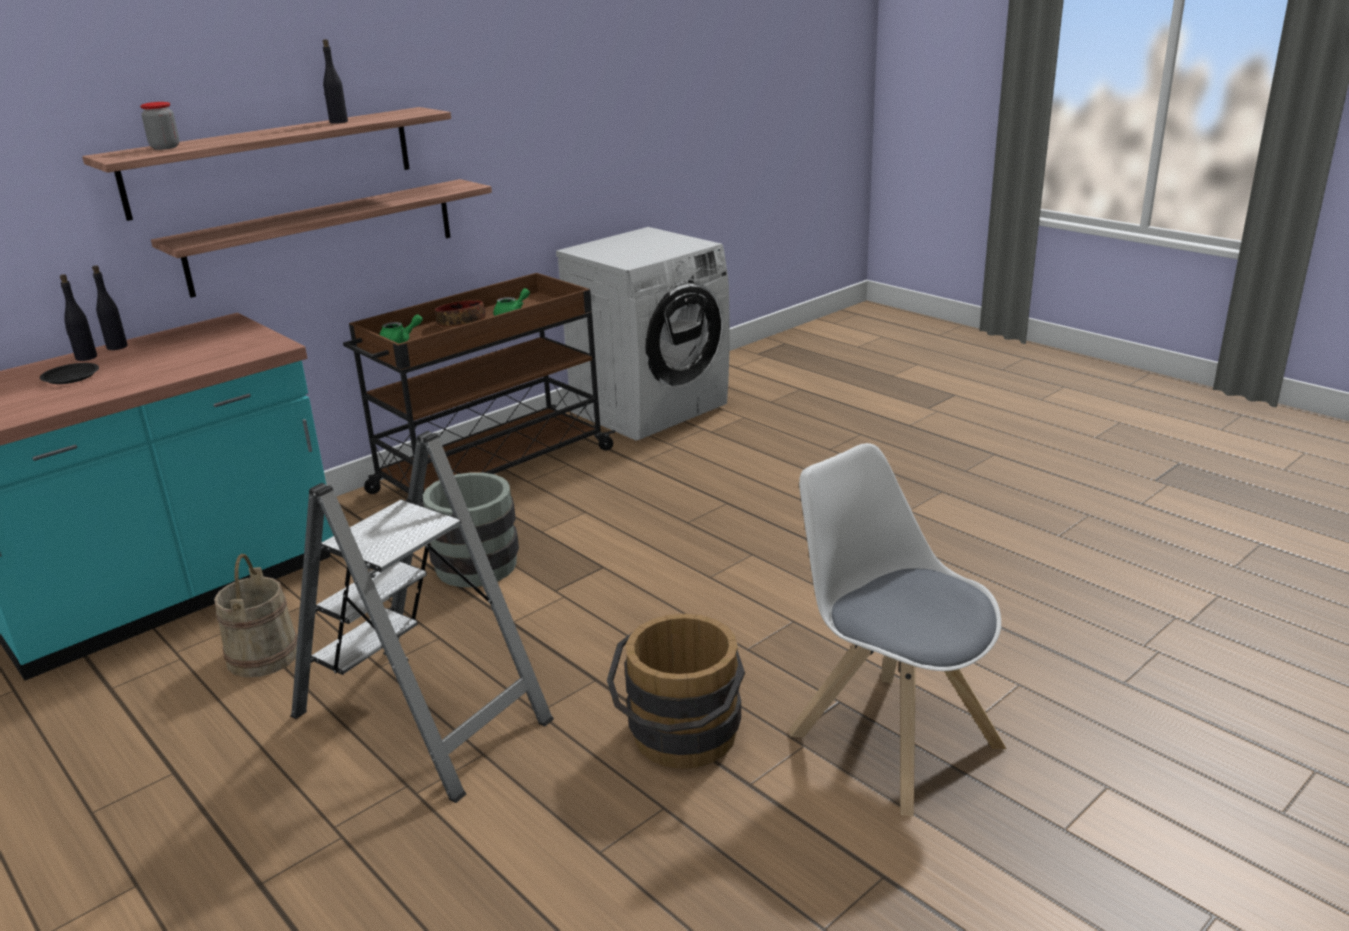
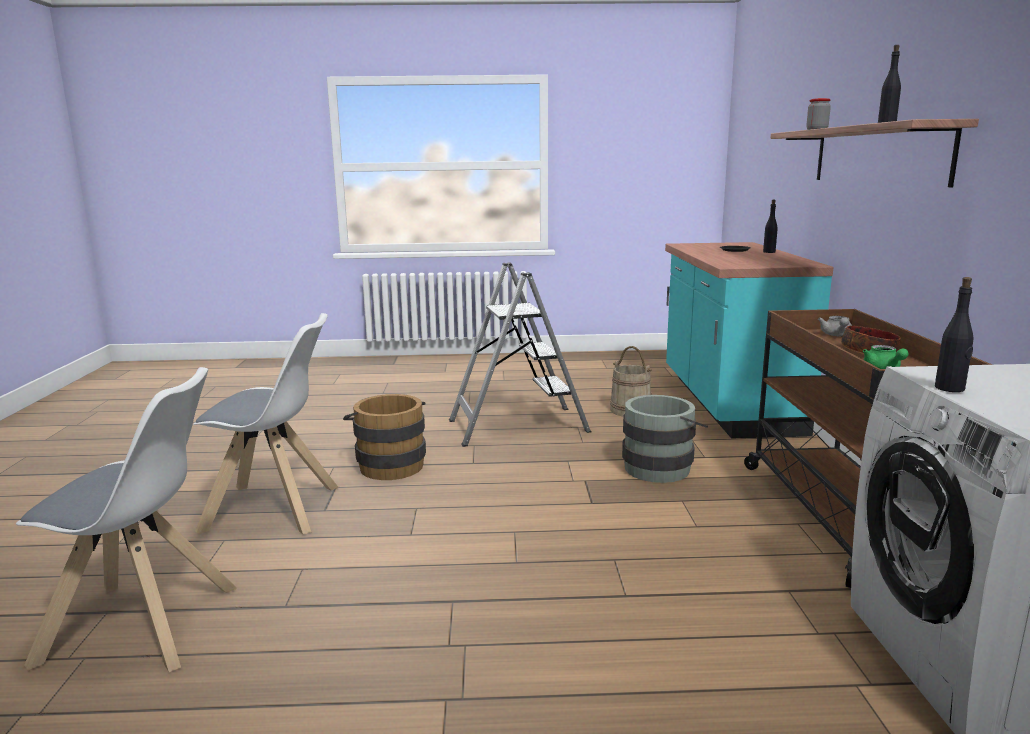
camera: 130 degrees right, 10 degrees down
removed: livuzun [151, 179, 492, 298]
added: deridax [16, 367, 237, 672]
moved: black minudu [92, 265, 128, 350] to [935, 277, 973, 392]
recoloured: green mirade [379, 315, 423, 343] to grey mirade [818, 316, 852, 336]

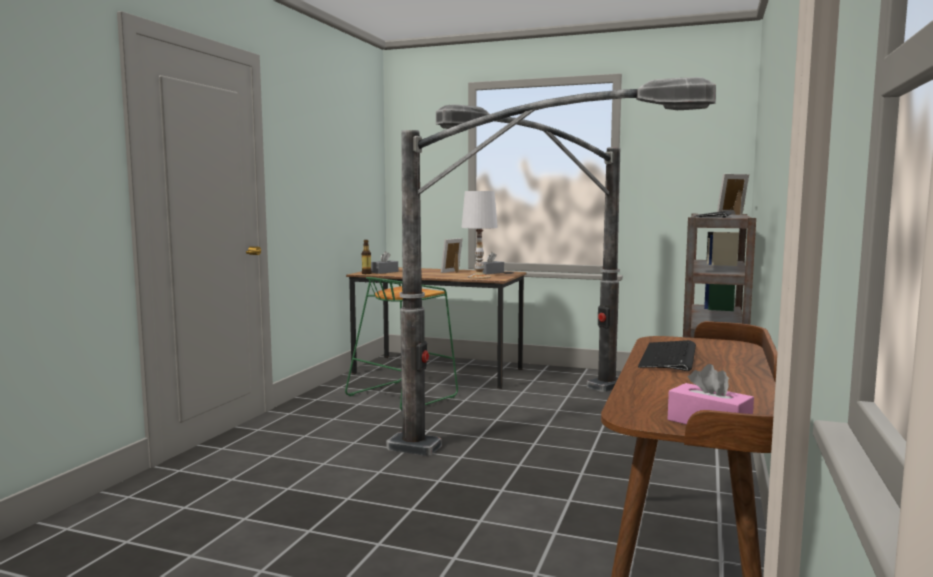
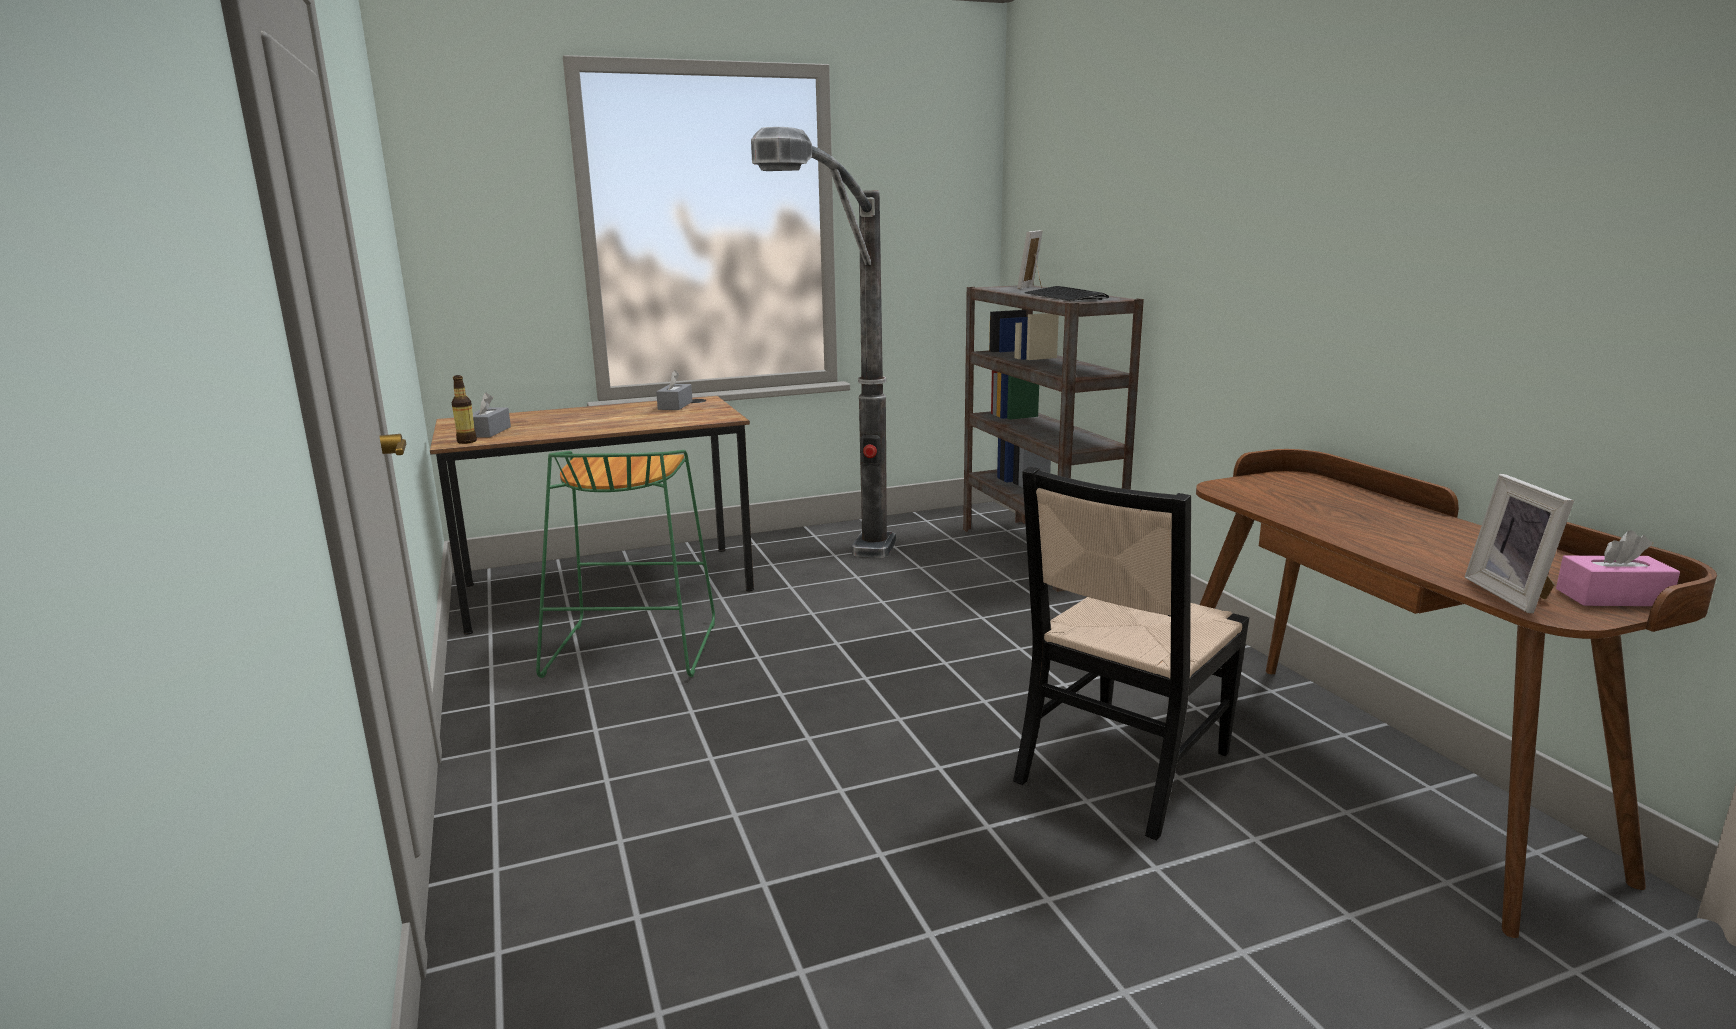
camera: 40 degrees left, 10 degrees up
removed: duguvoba [386, 77, 716, 456]; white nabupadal [461, 191, 498, 279]; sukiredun [638, 340, 696, 371]
added: deridax [1013, 467, 1249, 841]
moved: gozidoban [441, 238, 463, 273] to [1465, 474, 1574, 614]

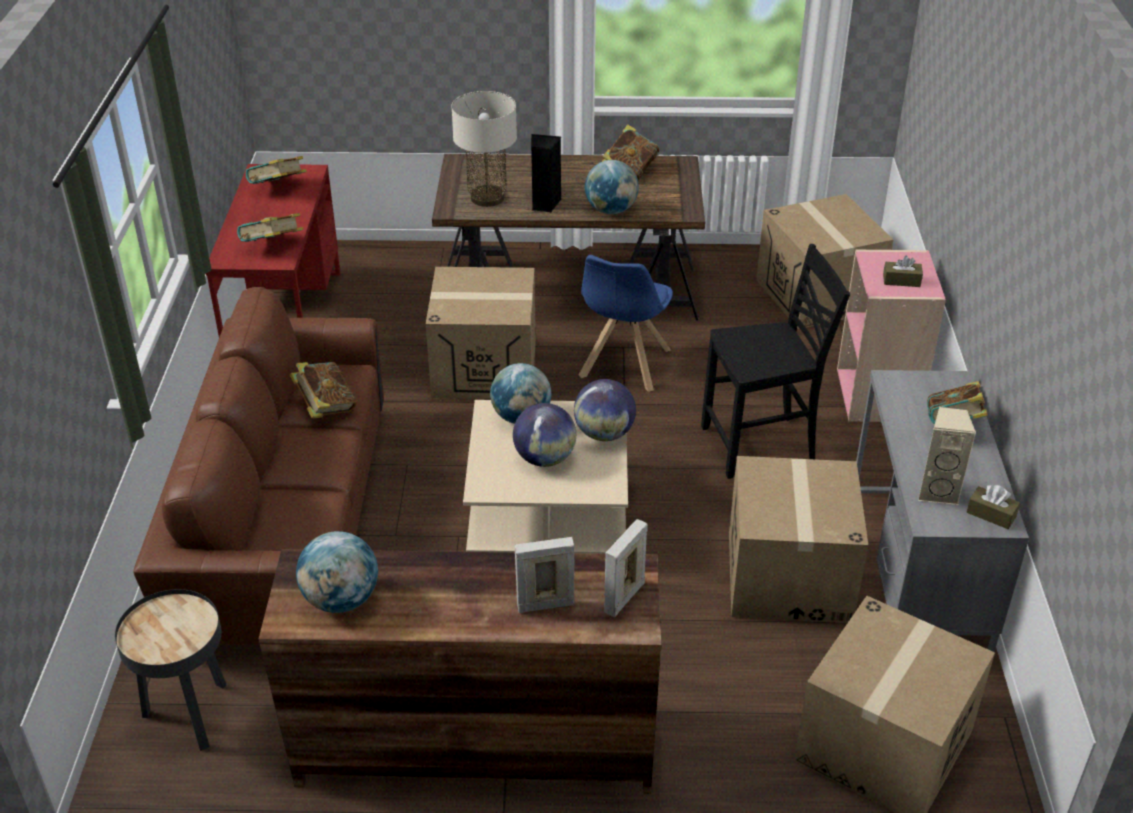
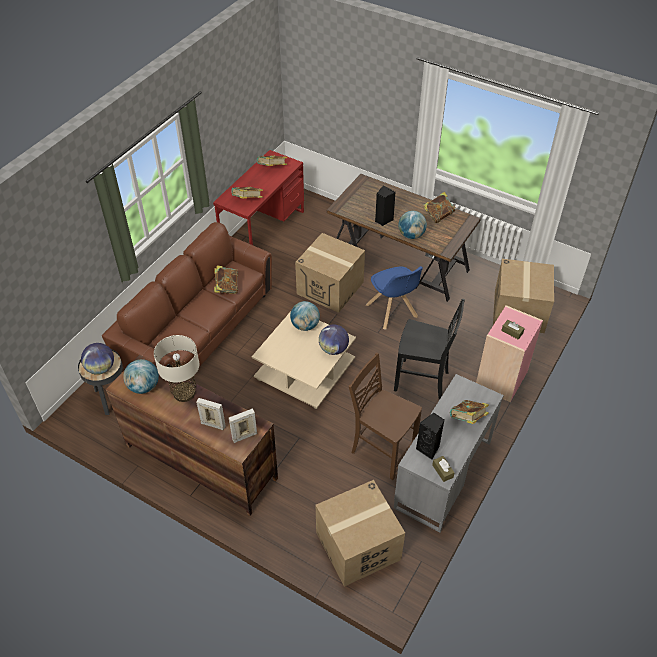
camera: 30 degrees right, 10 degrees up
moved: nabupadal [451, 91, 517, 207] to [154, 335, 199, 402]; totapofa [513, 403, 576, 467] to [81, 343, 114, 375]
replaced: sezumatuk [729, 456, 868, 623] to brown deridax [349, 353, 422, 480]
recoloured: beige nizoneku [918, 406, 976, 506] to black nizoneku [416, 413, 444, 460]
turned: blue deridax [579, 255, 673, 392] = [366, 266, 423, 330] 75 degrees counterclockwise

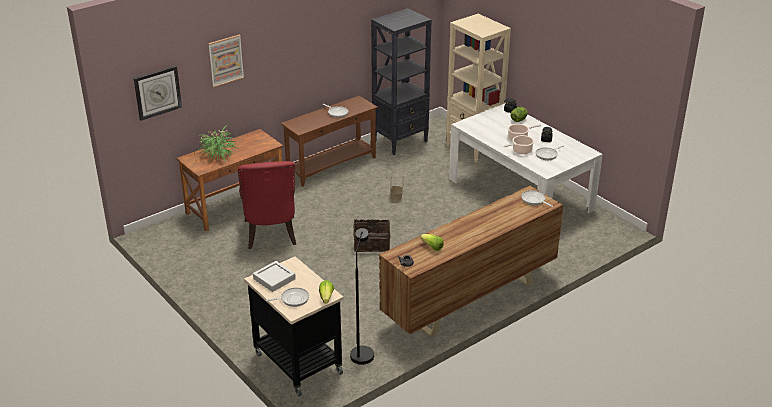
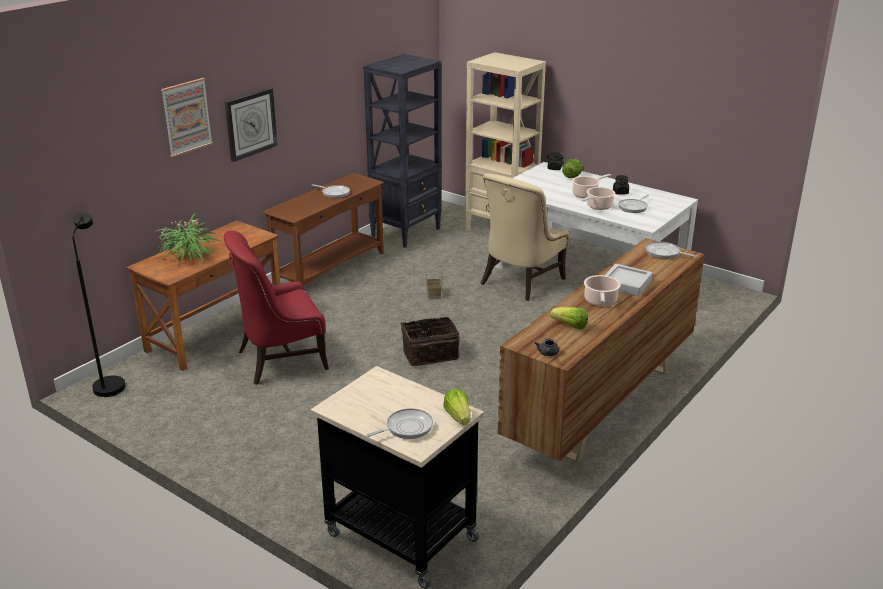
camera: 15 degrees left, 5 degrees down
added: beige deridax [480, 173, 570, 301]; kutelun [584, 275, 621, 307]
moved: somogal [134, 66, 182, 121] to [225, 88, 278, 162]; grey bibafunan [253, 261, 296, 292] to [605, 264, 653, 296]; black duguvoba [350, 228, 374, 365] to [72, 213, 125, 397]
turned: red deridax [238, 161, 296, 249] = [224, 230, 329, 385] 90 degrees clockwise

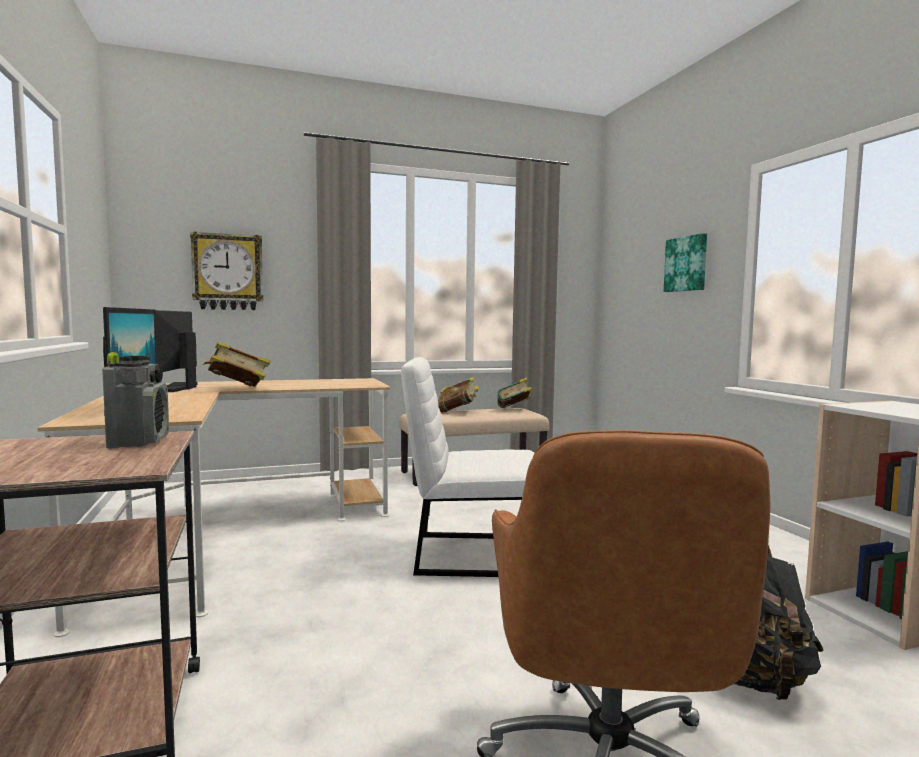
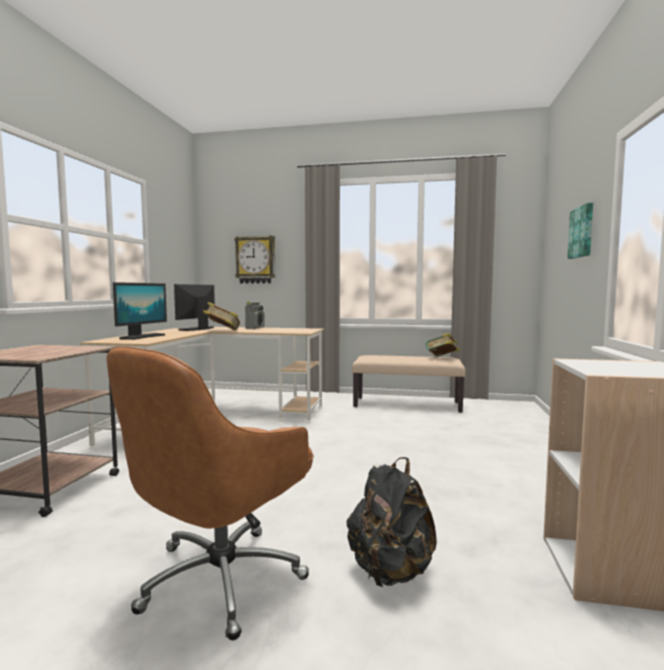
camera: 30 degrees right, 0 degrees up
removed: white deridax [401, 357, 534, 577]; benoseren [438, 377, 479, 413]
moved: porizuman [102, 352, 169, 449] to [245, 301, 265, 329]

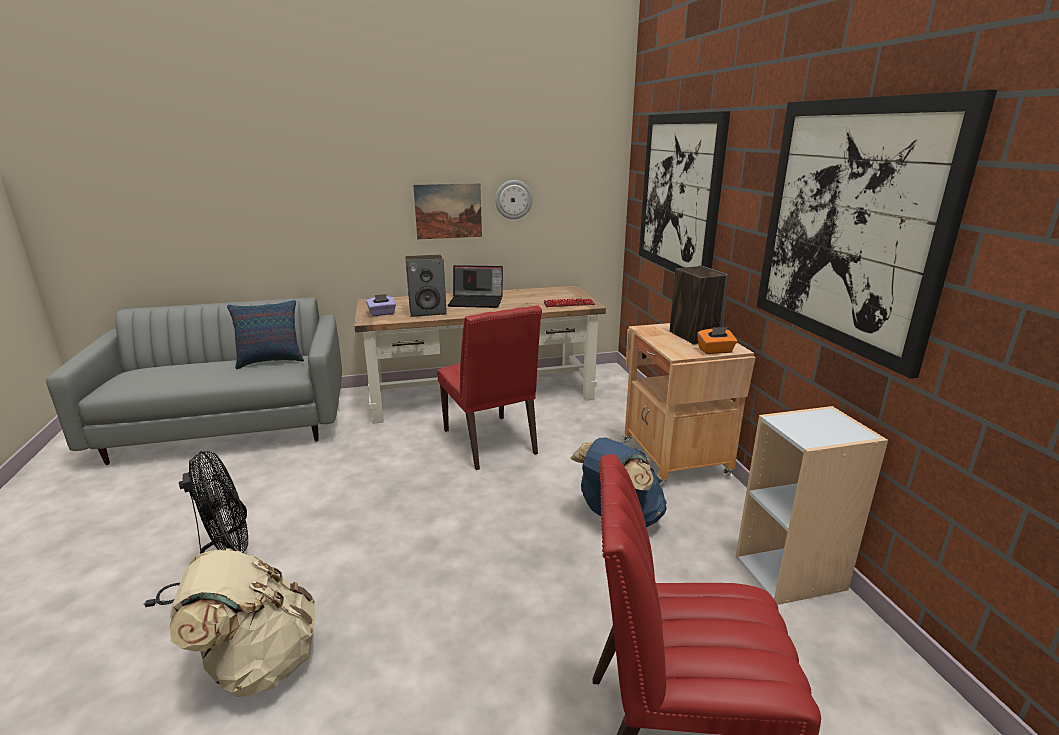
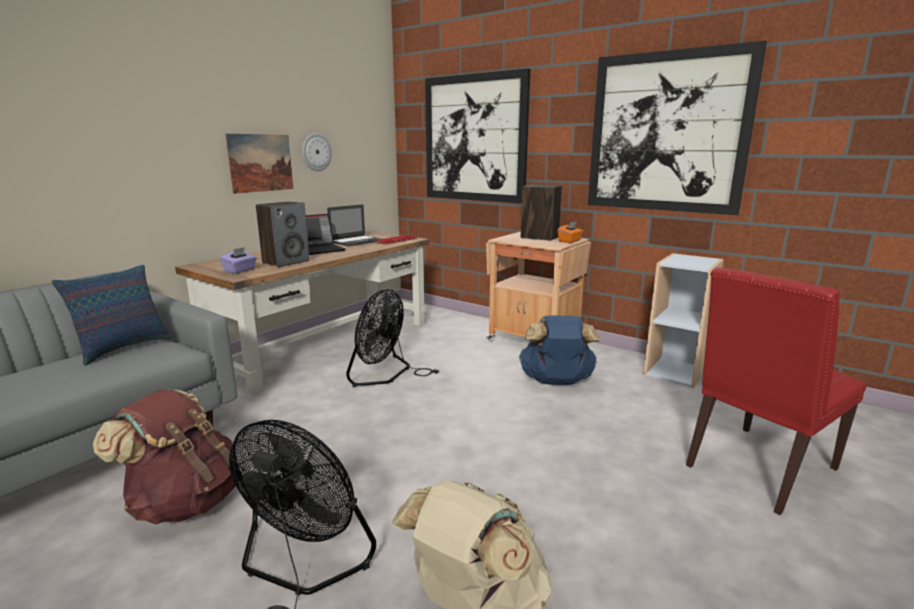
camera: 40 degrees left, 5 degrees down
added: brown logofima [93, 389, 237, 524]; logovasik [327, 204, 380, 247]
replaced: red deridax [437, 305, 542, 470] to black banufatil [346, 289, 439, 387]

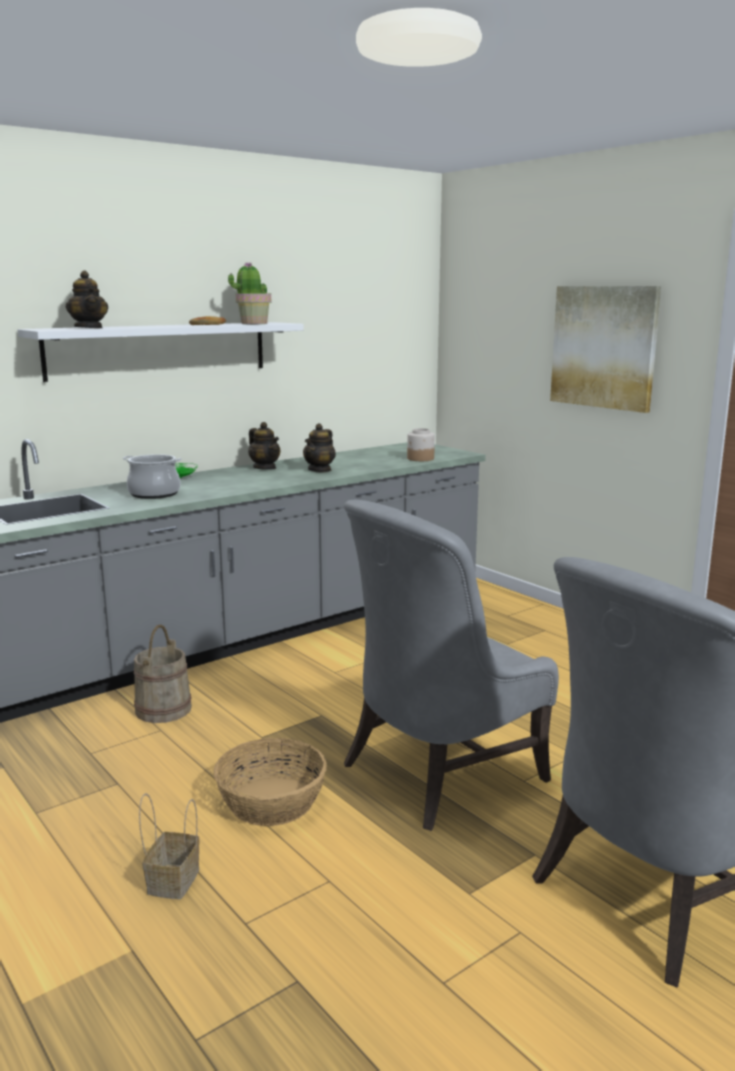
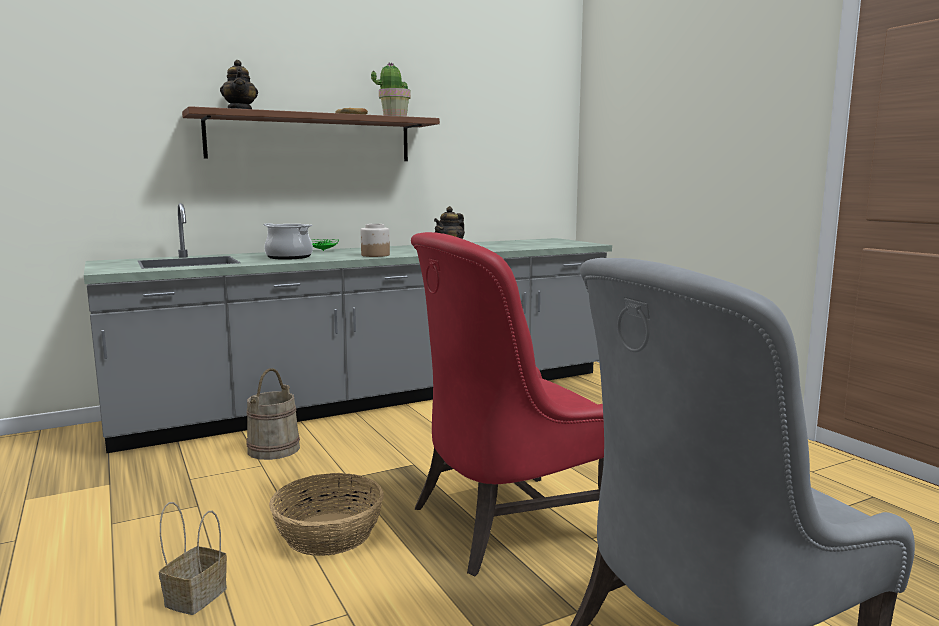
camera: 10 degrees right, 5 degrees down
removed: mirade [248, 422, 281, 470]; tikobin [550, 286, 661, 413]
moved: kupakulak [407, 428, 435, 461] to [361, 224, 390, 257]
recoloured: white livuzun [17, 322, 304, 382] to brown livuzun [182, 106, 440, 161]; grey deridax [344, 500, 559, 831] to red deridax [411, 232, 604, 576]

